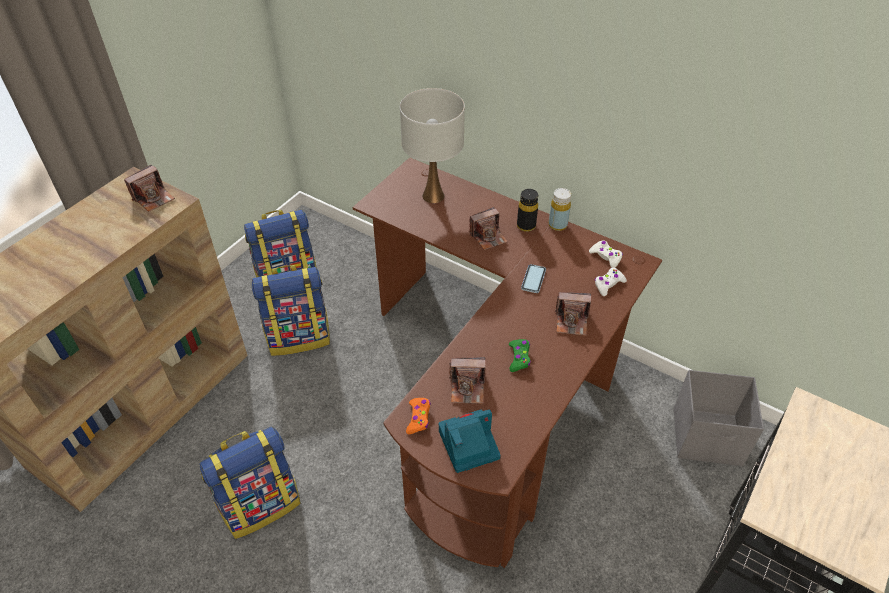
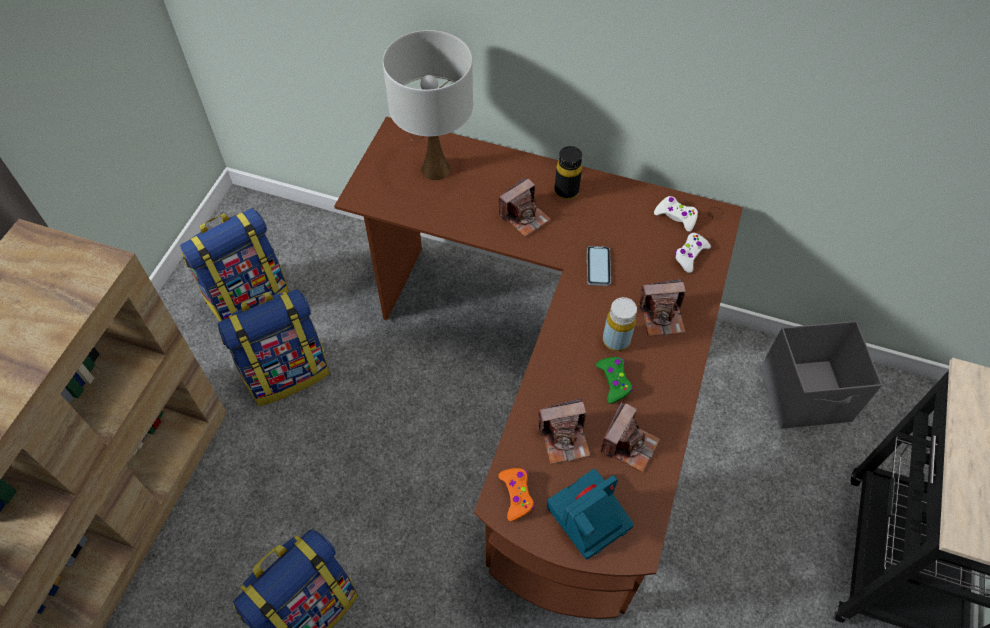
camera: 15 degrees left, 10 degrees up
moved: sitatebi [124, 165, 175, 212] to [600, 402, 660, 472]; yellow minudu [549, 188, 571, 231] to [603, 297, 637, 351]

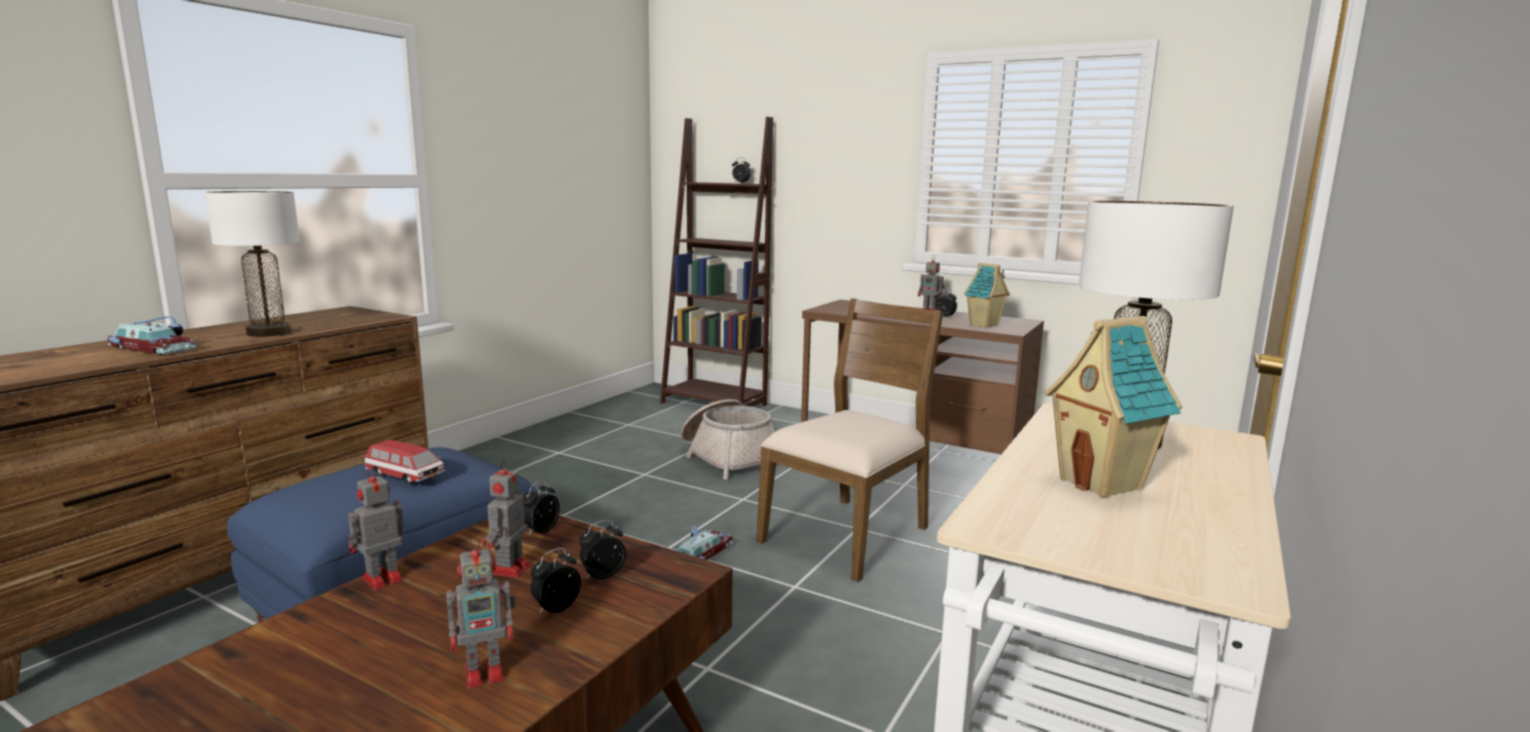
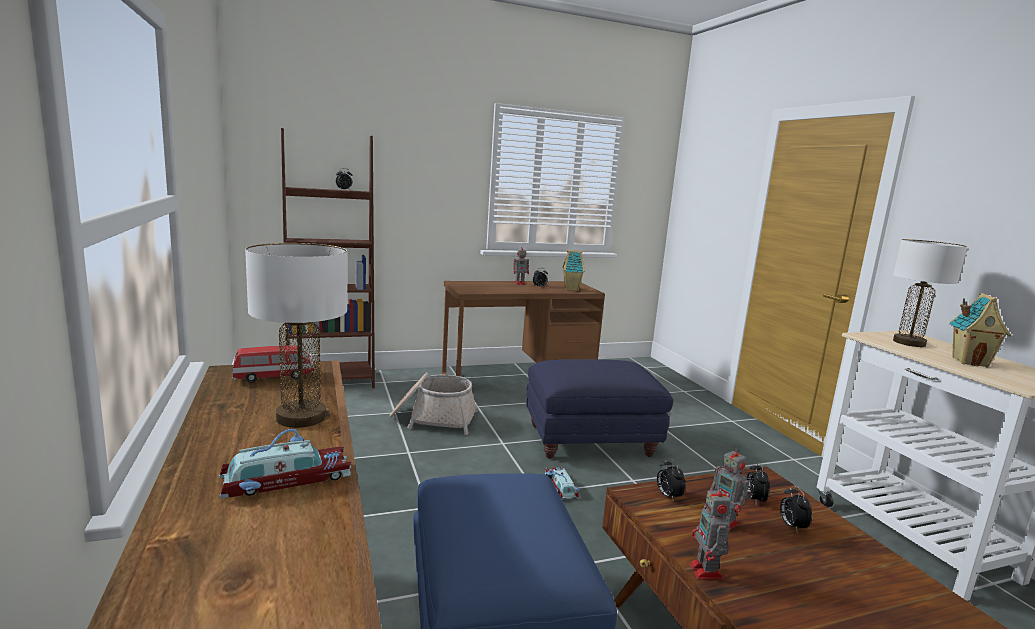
camera: 50 degrees left, 0 degrees up
removed: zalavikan [446, 538, 516, 689]
moved: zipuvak [365, 440, 445, 485] to [232, 345, 315, 383]
replaced: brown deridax [757, 298, 943, 582] to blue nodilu [526, 359, 673, 459]

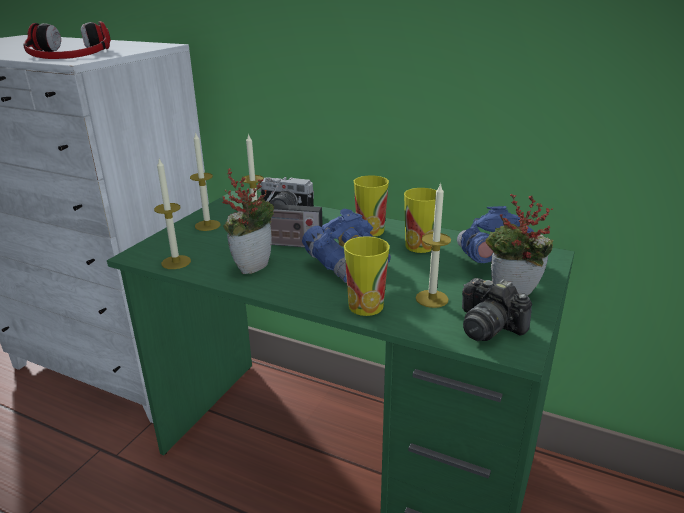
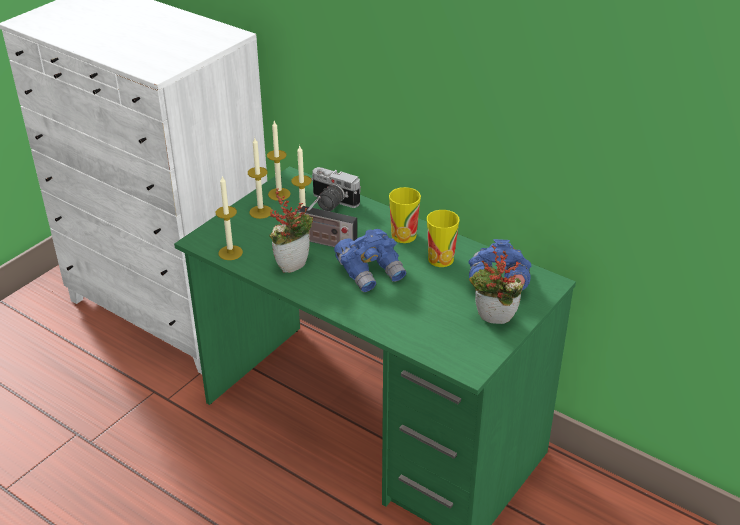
camera: 10 degrees right, 10 degrees up
removed: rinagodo [23, 21, 111, 59]; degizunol [344, 236, 390, 316]; sitatebi [462, 278, 532, 341]
moved: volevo [416, 182, 451, 308] to [267, 121, 291, 201]

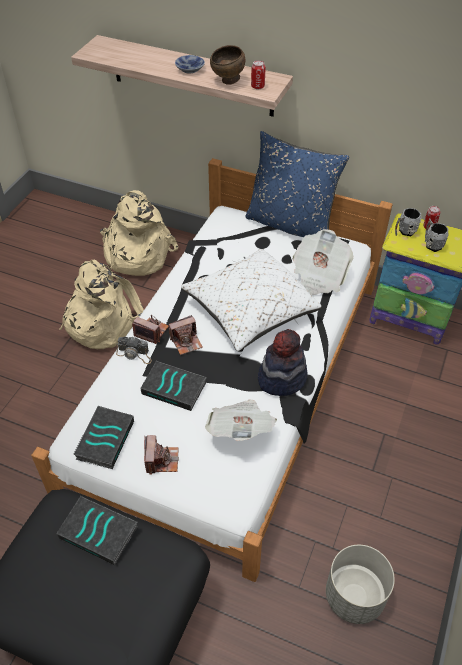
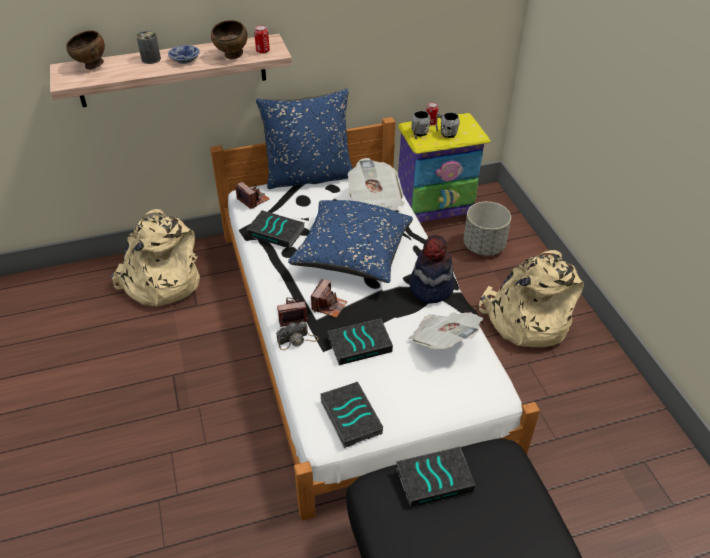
camera: 40 degrees left, 5 degrees down
added: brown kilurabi [66, 30, 105, 70]; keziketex [136, 31, 161, 64]; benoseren [247, 210, 305, 249]
moved: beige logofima [59, 260, 144, 349] to [479, 250, 584, 347]; sitatebi [144, 435, 179, 475] to [235, 182, 269, 209]; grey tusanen [326, 545, 395, 624] to [464, 202, 511, 256]
recoloured: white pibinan [181, 249, 322, 351] to blue pibinan [288, 200, 413, 283]

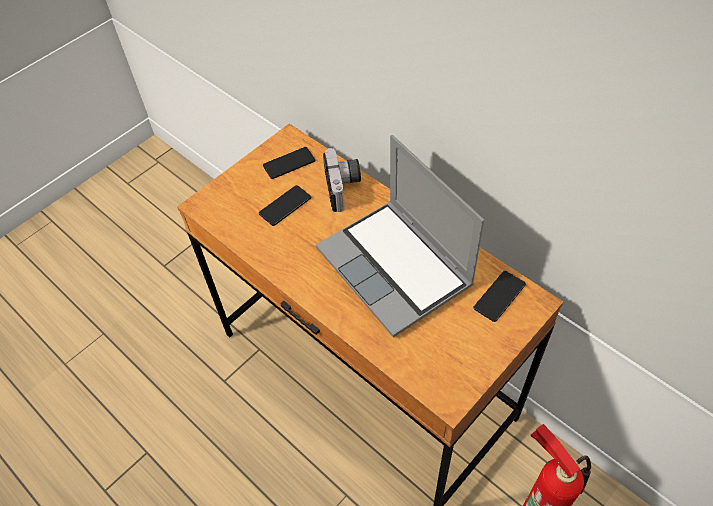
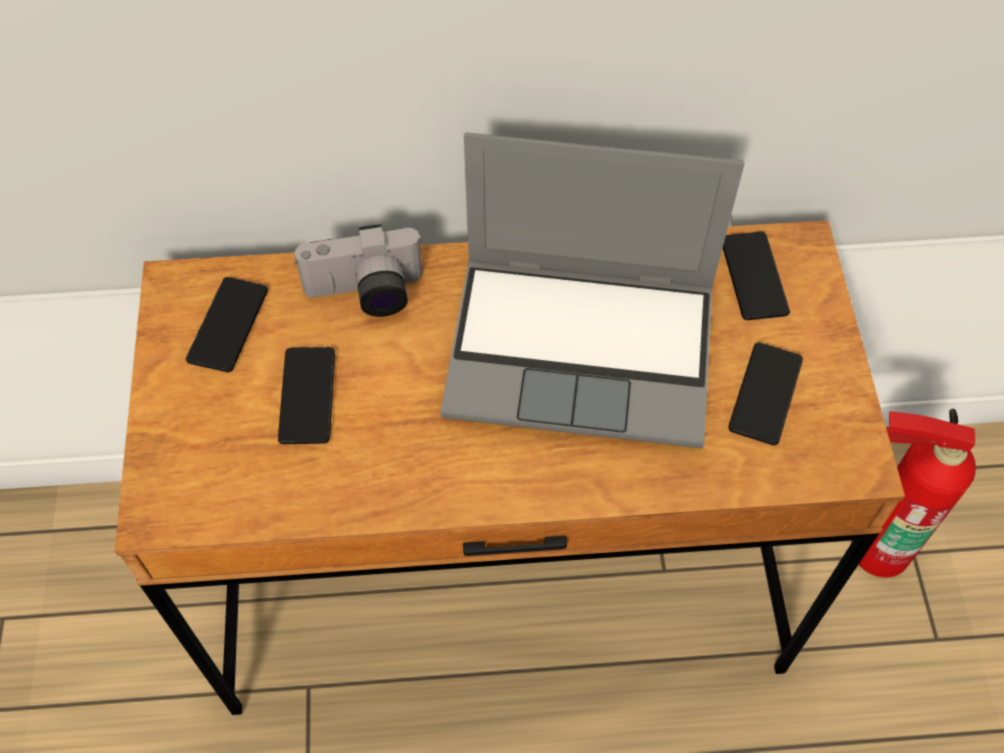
camera: 50 degrees left, 5 degrees up
added: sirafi [728, 342, 803, 445]
turned: sitatebi [323, 148, 361, 212] = [294, 224, 423, 317] 135 degrees clockwise

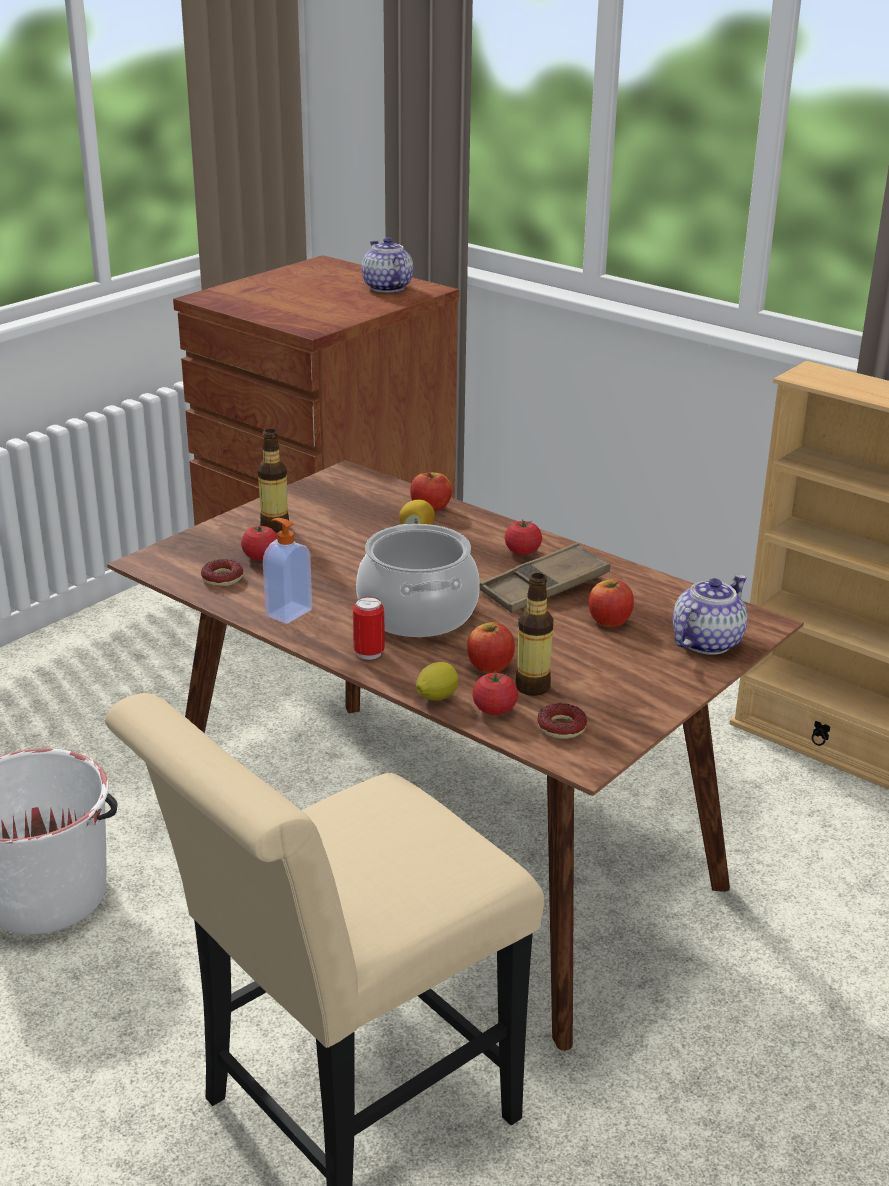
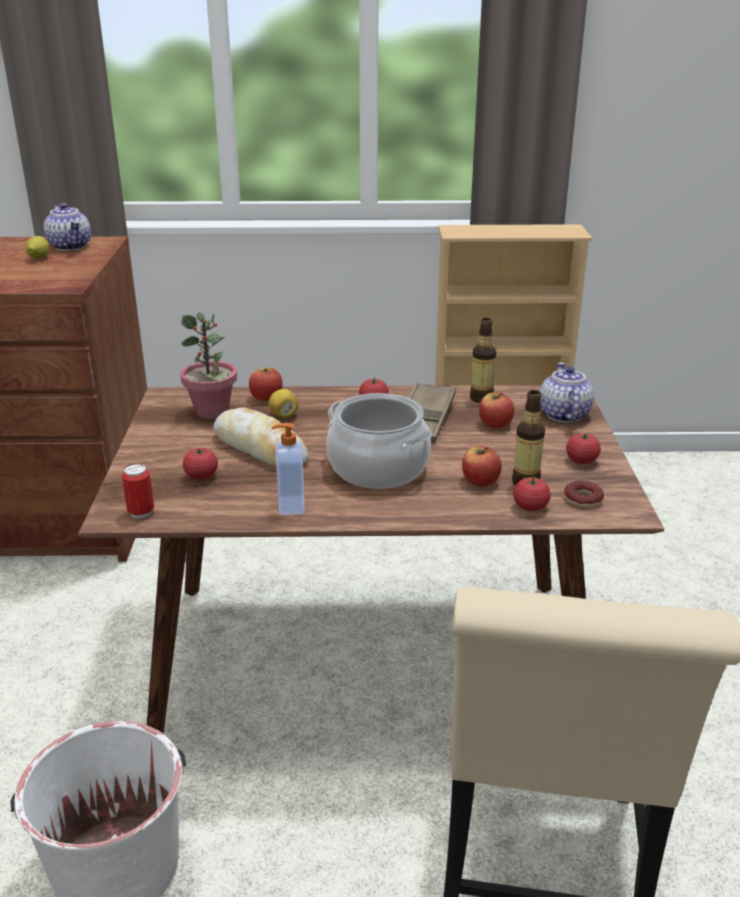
camera: 40 degrees left, 0 degrees up
removed: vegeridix [201, 559, 243, 586]
added: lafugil [181, 312, 237, 419]; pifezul [214, 408, 309, 468]; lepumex [566, 433, 601, 464]
moved: minudu [258, 429, 289, 533] to [470, 318, 496, 403]; keziketex [353, 597, 385, 660] to [122, 464, 154, 519]; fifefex [416, 662, 458, 701] to [25, 236, 49, 259]
turned: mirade [362, 237, 413, 293] = [44, 203, 91, 251] 150 degrees counterclockwise

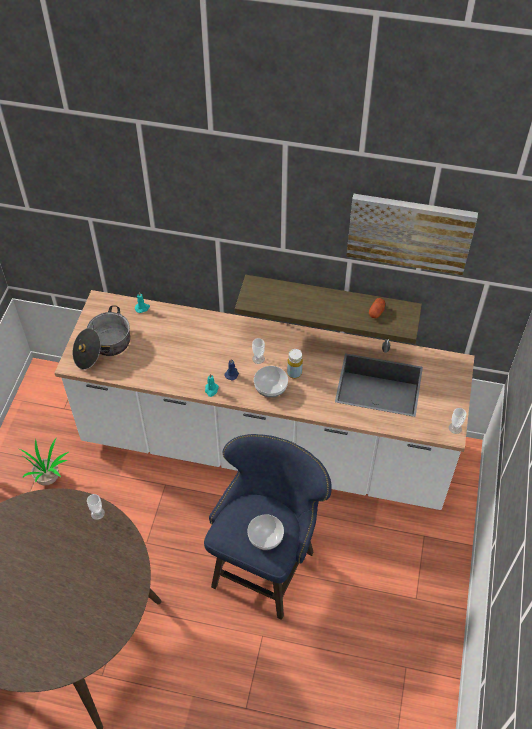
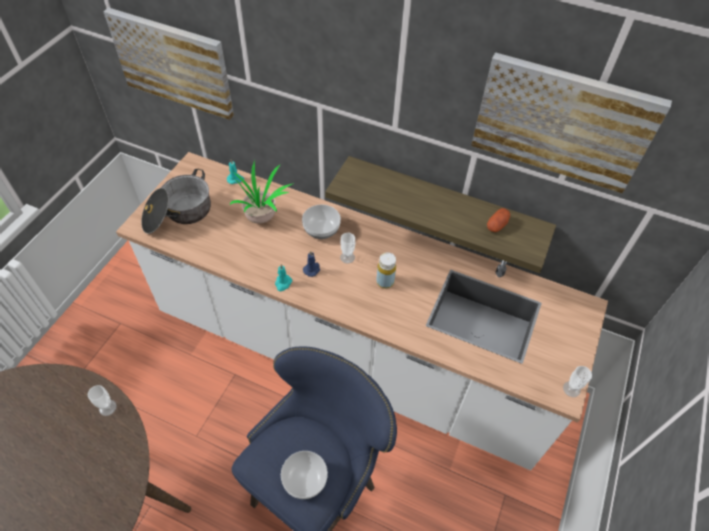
camera: 10 degrees right, 0 degrees up
added: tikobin [103, 8, 234, 120]
moved: lafugil [20, 437, 69, 485] to [230, 160, 294, 223]; kilurabi [254, 366, 288, 398] to [302, 205, 341, 239]

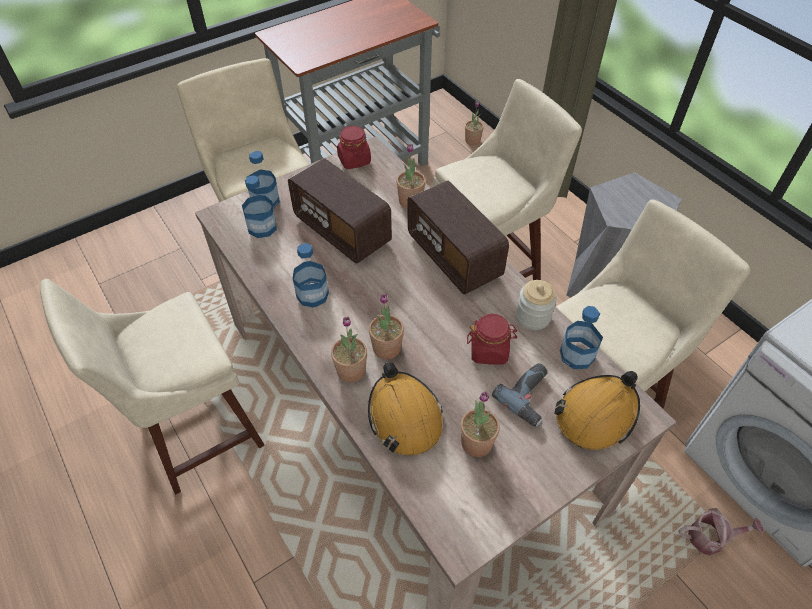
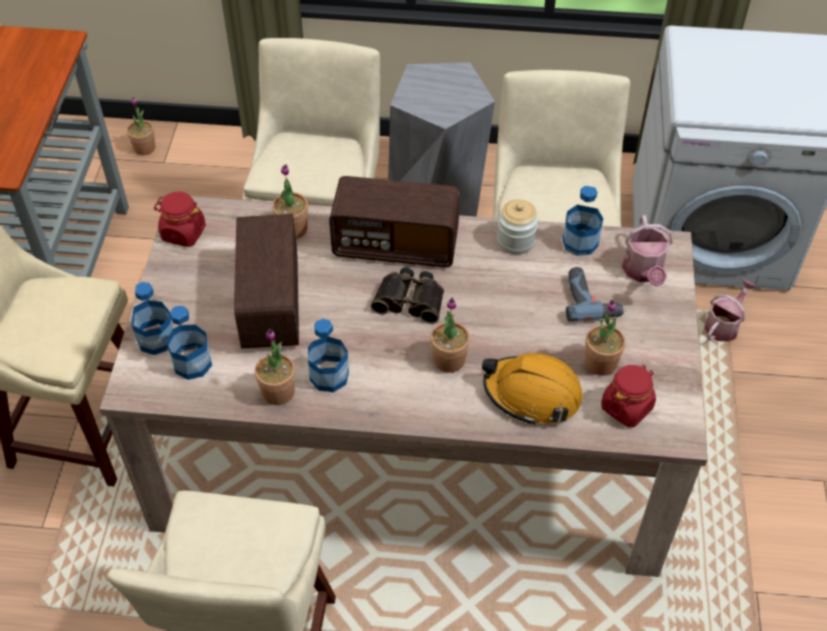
camera: 50 degrees left, 0 degrees up
added: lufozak [371, 268, 444, 324]
moved: lafugil [331, 316, 367, 383] to [255, 329, 295, 405]; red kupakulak [467, 314, 518, 365] to [601, 365, 656, 427]
replaced: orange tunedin [554, 371, 640, 450] to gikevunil [622, 215, 673, 287]
turned: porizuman [288, 158, 392, 264] = [234, 214, 299, 349] 90 degrees clockwise

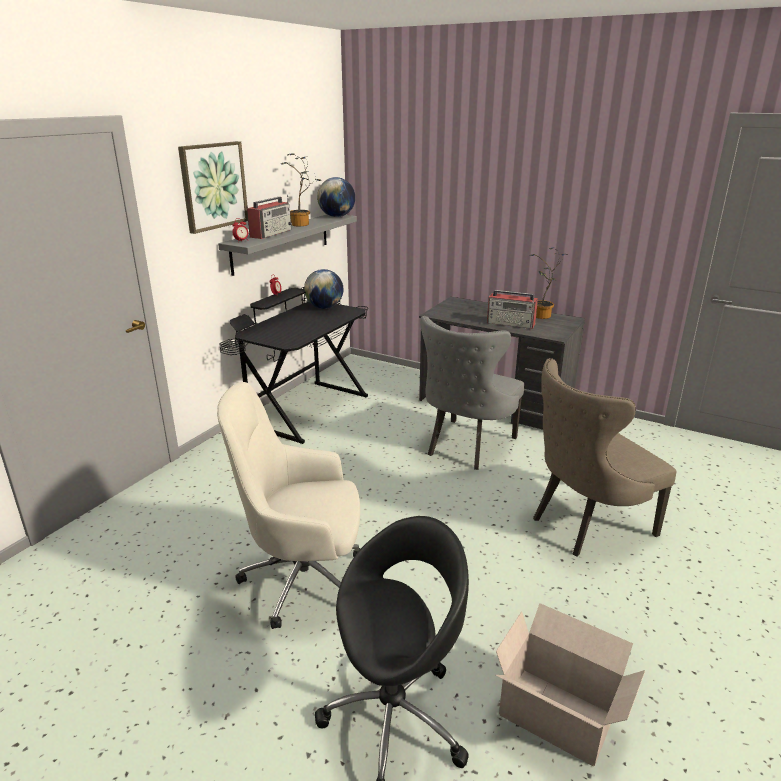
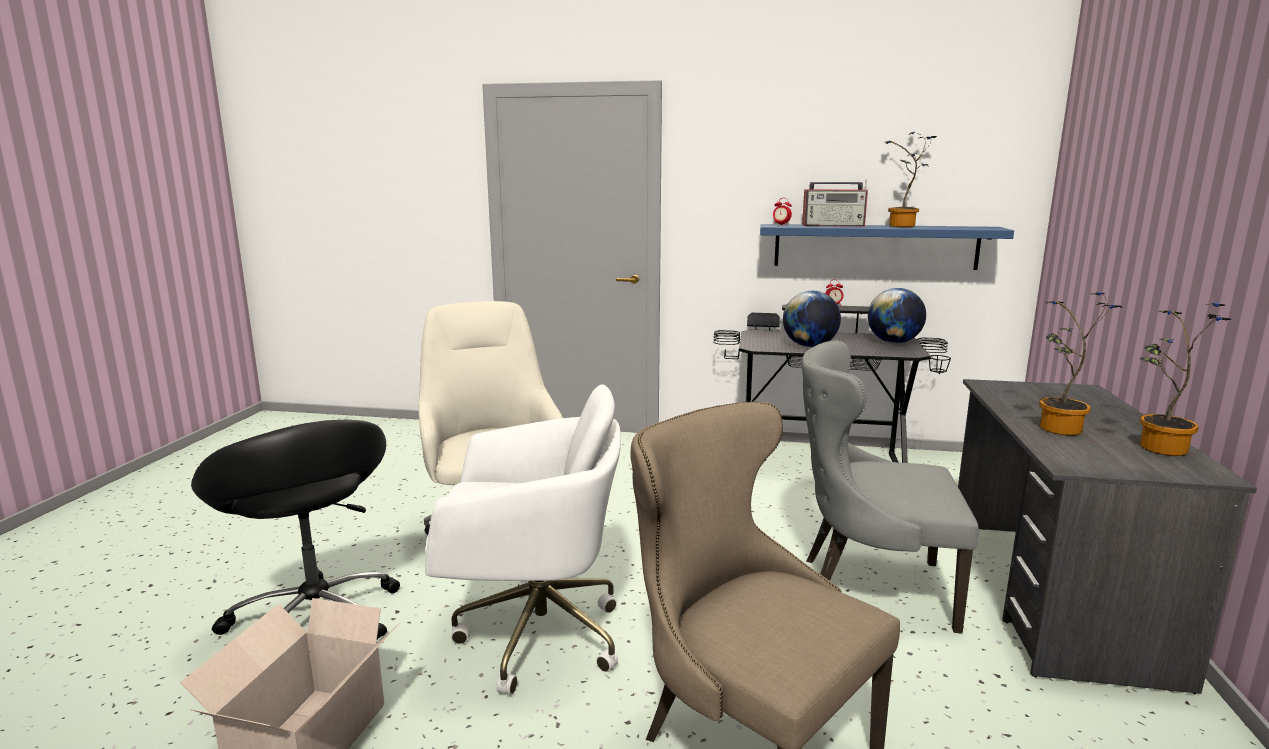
camera: 70 degrees right, 10 degrees down
removed: tikobin [178, 141, 248, 234]
added: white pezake [425, 384, 621, 695]
moved: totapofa [317, 177, 355, 217] to [783, 291, 841, 347]
replaced: porizuman [487, 290, 538, 329] to lafugil [1039, 292, 1122, 435]
recoloured: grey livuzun [218, 214, 357, 276] to blue livuzun [760, 224, 1014, 270]

